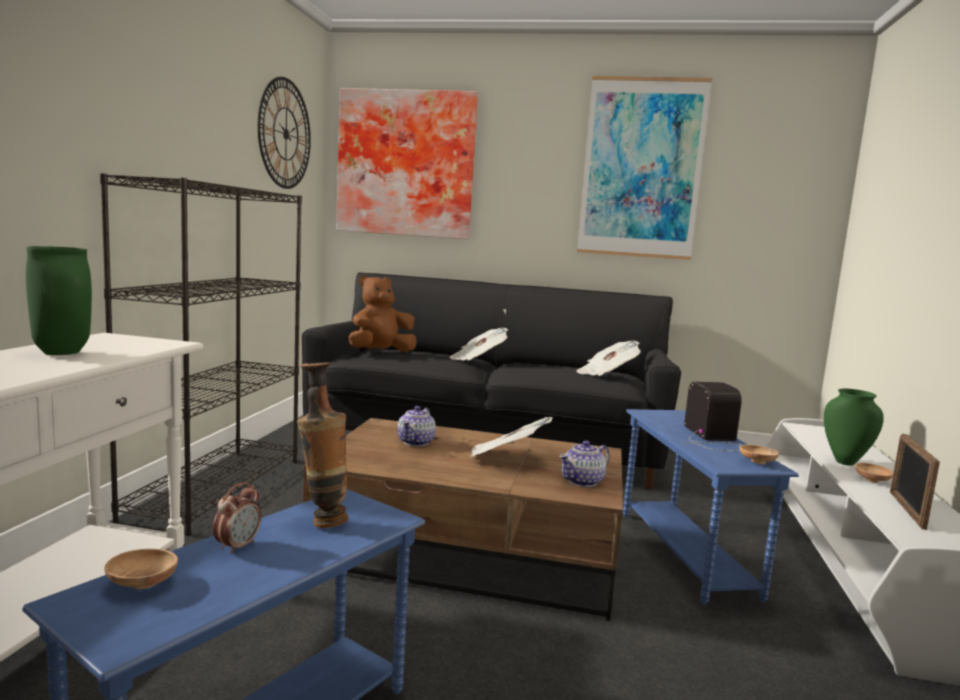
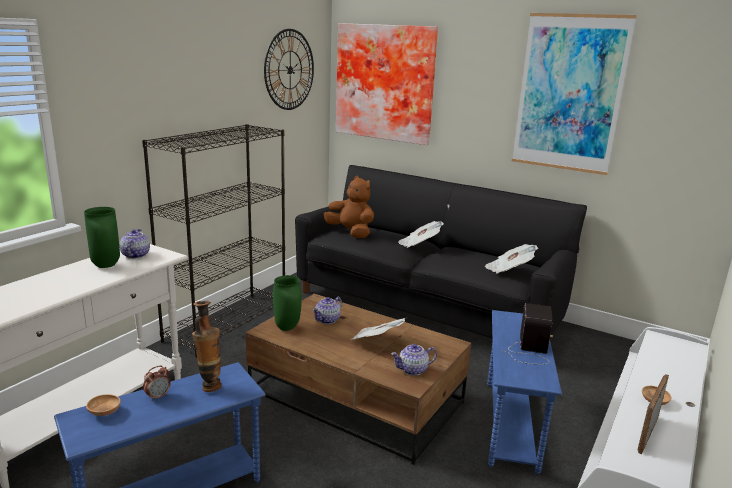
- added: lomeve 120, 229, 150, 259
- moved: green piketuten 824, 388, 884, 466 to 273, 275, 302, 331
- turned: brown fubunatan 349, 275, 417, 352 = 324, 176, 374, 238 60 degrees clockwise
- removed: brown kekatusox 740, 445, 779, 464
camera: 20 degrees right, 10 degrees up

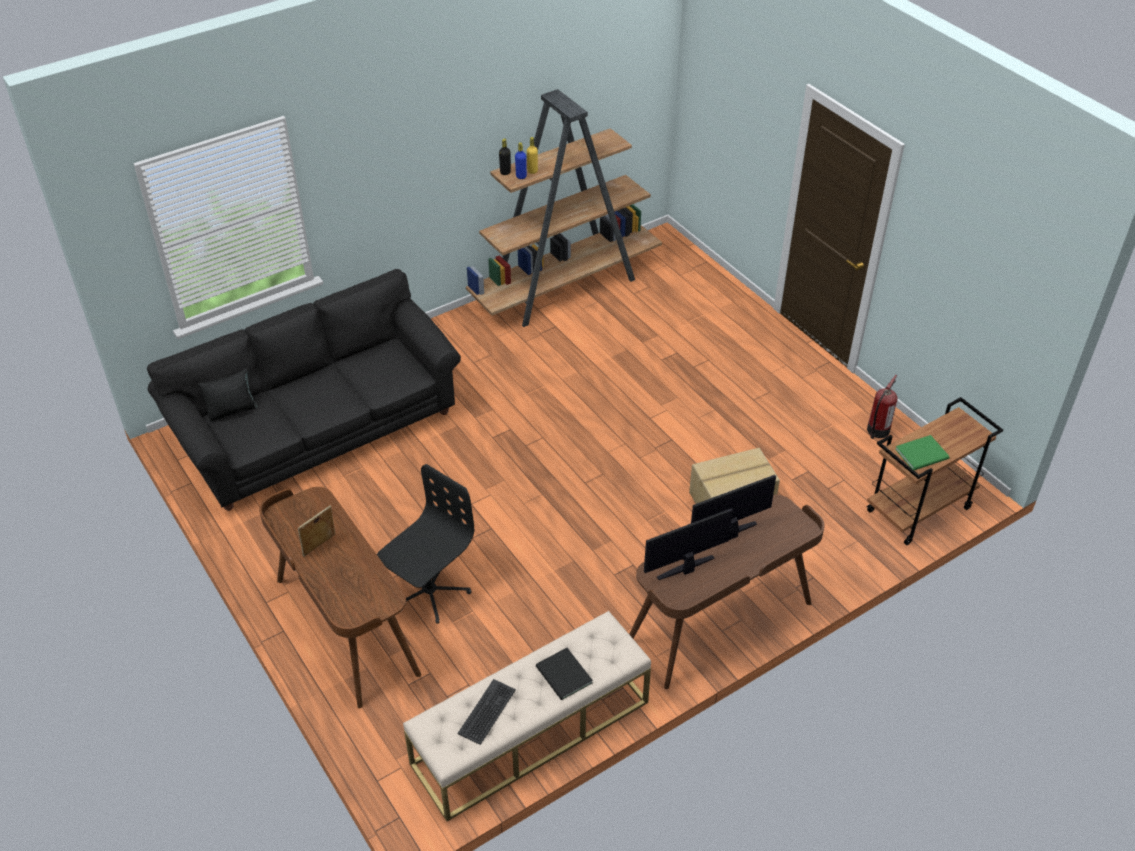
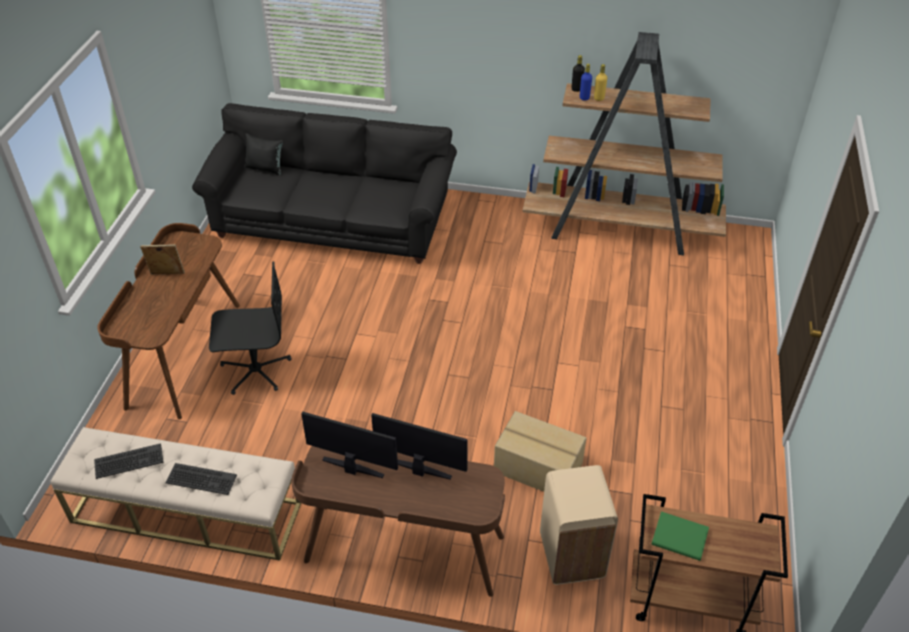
- replaced: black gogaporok 536, 648, 593, 700 to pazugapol 165, 463, 237, 495
- added: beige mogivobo 540, 465, 618, 585
- removed: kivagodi 867, 375, 897, 439
camera: 45 degrees right, 0 degrees up

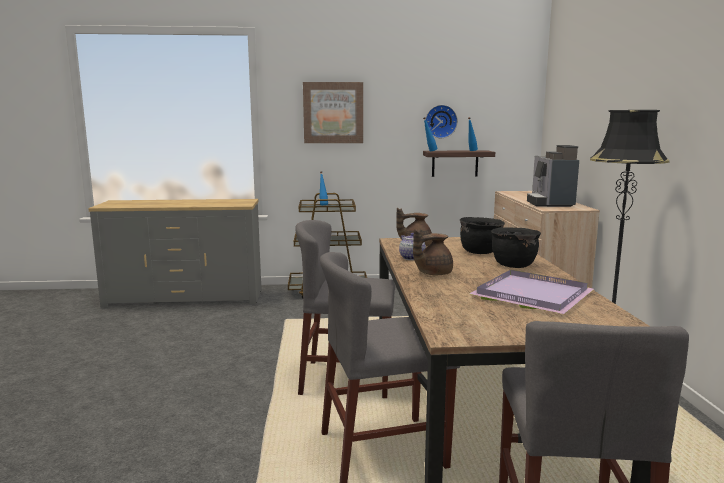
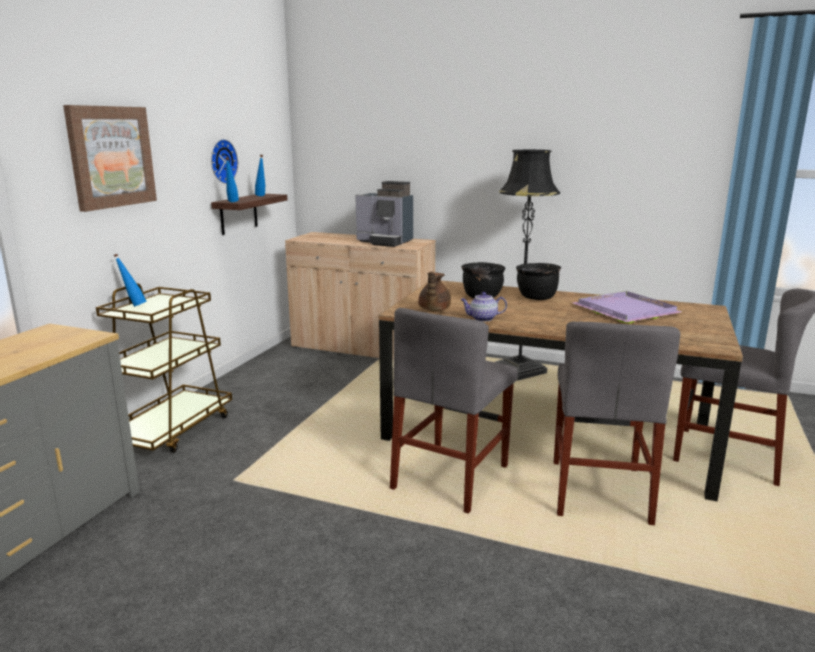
- removed: brown lomeve 413, 229, 453, 275
camera: 65 degrees left, 5 degrees up

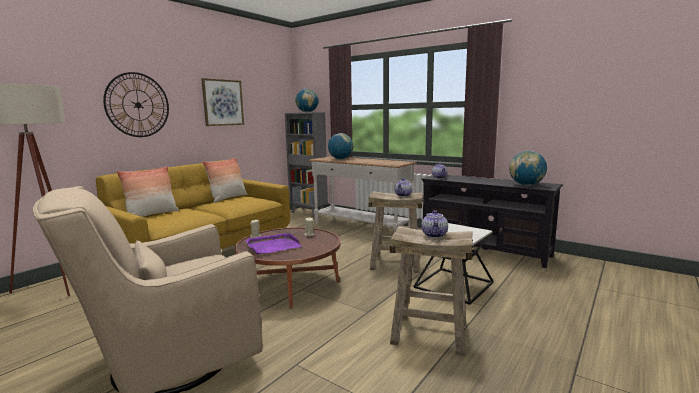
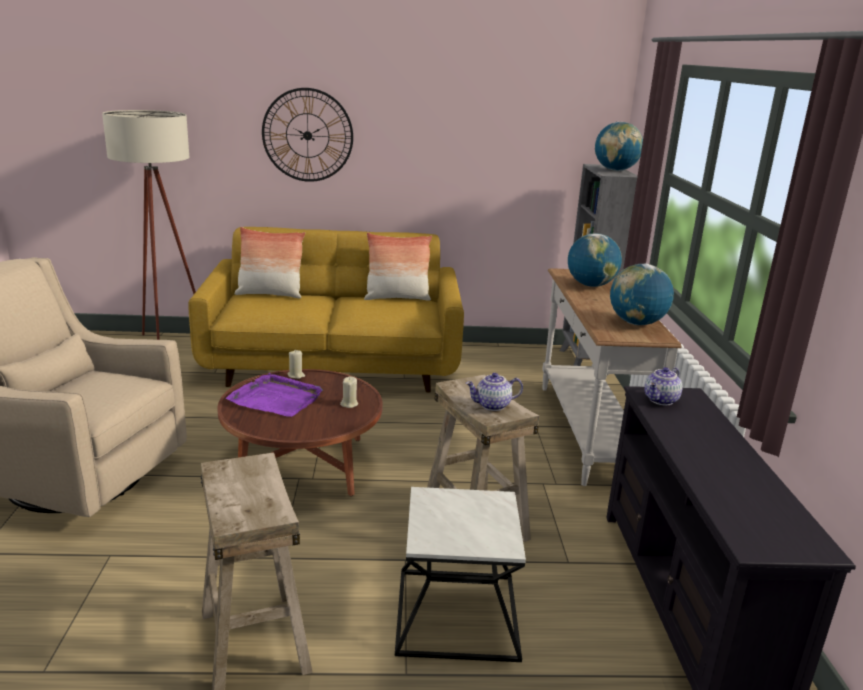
- moved: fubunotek 509, 151, 547, 186 to 610, 263, 674, 325
- removed: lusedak 201, 78, 244, 126
- removed: lomeve 421, 210, 448, 238
camera: 50 degrees right, 10 degrees up

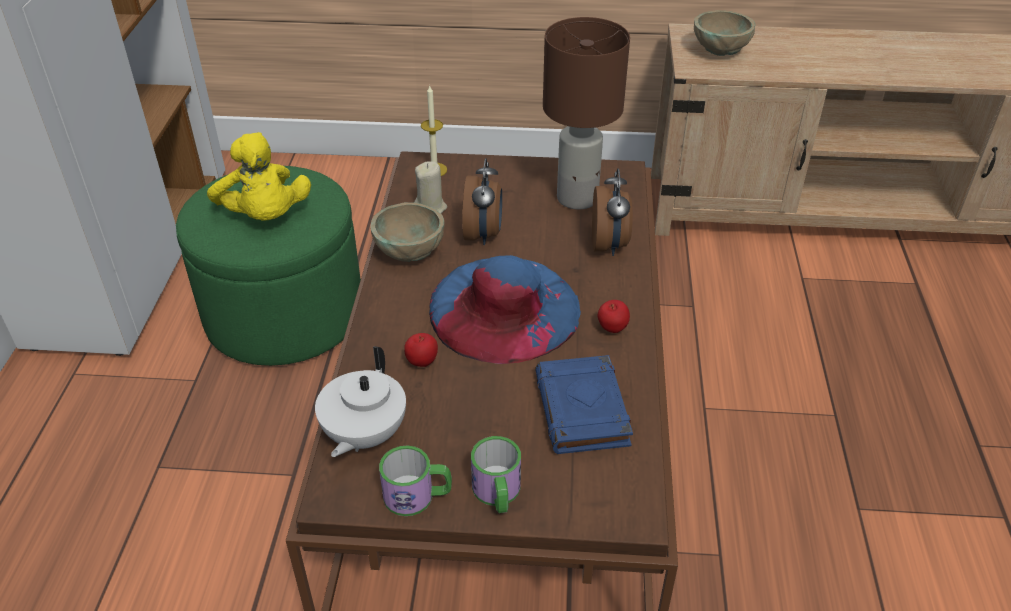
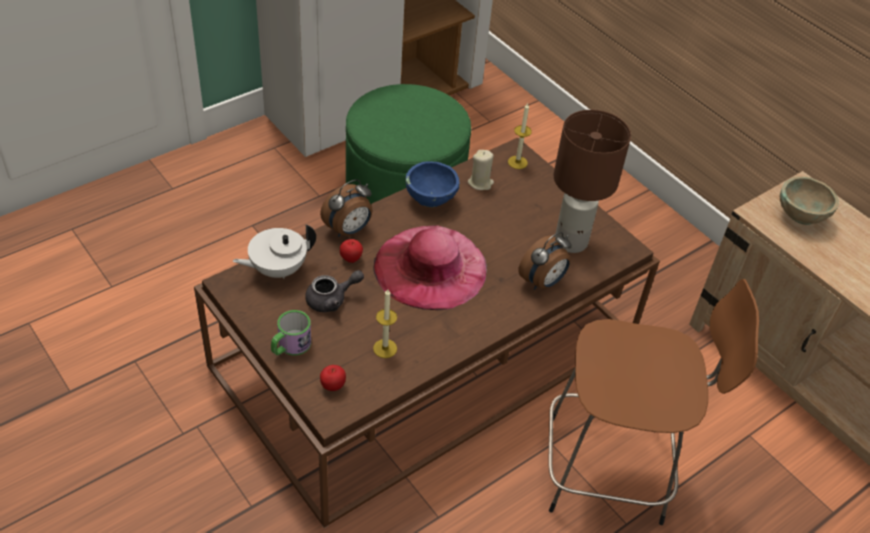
- added: grey lomeve 305, 270, 364, 312
- moved: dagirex 462, 158, 502, 245 to 320, 180, 373, 237
- moved: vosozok 598, 300, 630, 333 to 320, 365, 346, 391
- recoloured: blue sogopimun 429, 255, 581, 364 to pink sogopimun 373, 225, 487, 310
- replaced: blue gogaporok 535, 355, 633, 454 to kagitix 373, 289, 397, 358
- recoloured: beige kekatusox 370, 202, 445, 262 to blue kekatusox 405, 161, 460, 207
- added: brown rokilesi 548, 279, 759, 525
- removed: yellow fubunatan 207, 132, 311, 221
- removed: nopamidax 379, 445, 452, 516
camera: 45 degrees right, 5 degrees up

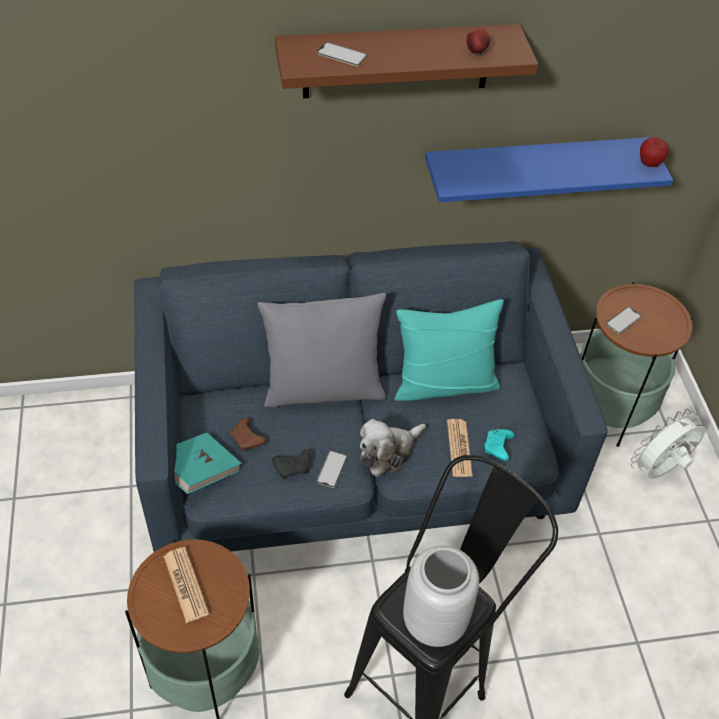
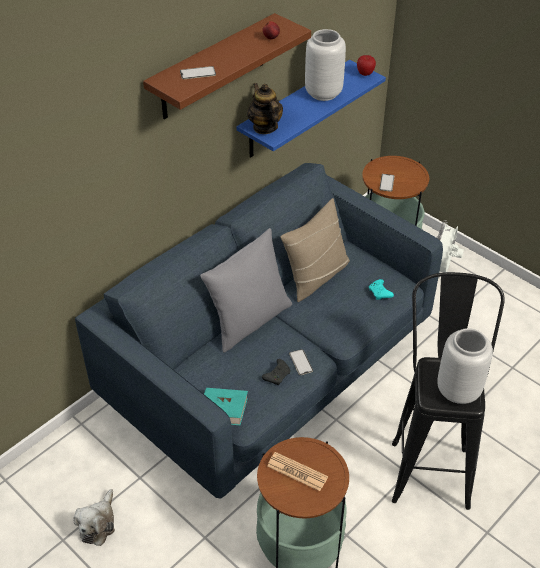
- moved: fubunatan 360, 419, 426, 477 to 74, 489, 115, 546
- added: lomeve 247, 83, 283, 134
- recoloured: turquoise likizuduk 395, 299, 504, 401 to beige likizuduk 280, 198, 350, 302
- added: grey piketuten 305, 29, 346, 101
- removed: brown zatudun 230, 418, 266, 451
- removed: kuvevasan 447, 419, 473, 477
camera: 35 degrees left, 5 degrees down

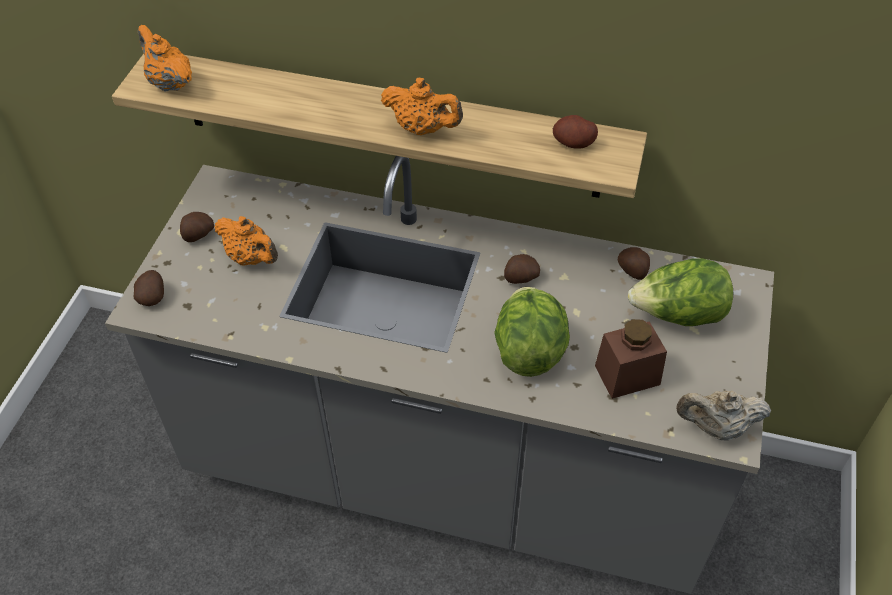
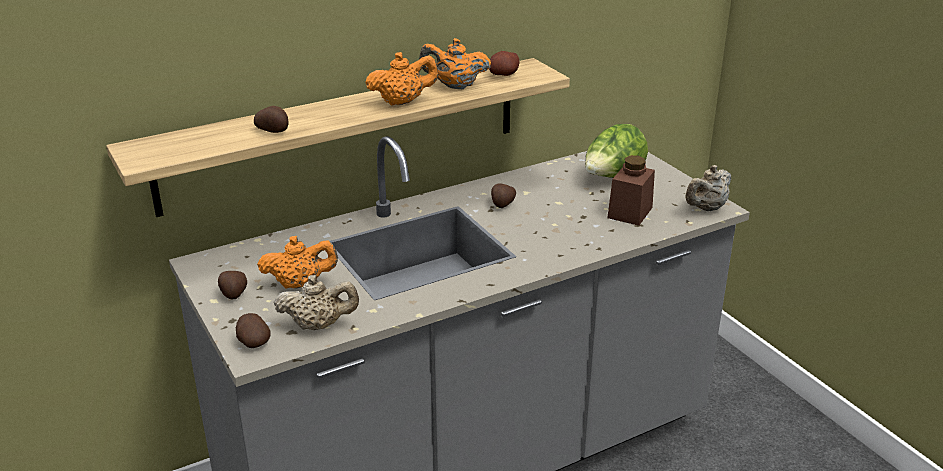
- moved: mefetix 618, 247, 650, 280 to 254, 106, 289, 133
- added: beige lomeve 274, 275, 359, 330
- moved: orange lomeve 138, 25, 192, 92 to 419, 38, 491, 89
- removed: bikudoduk 494, 287, 570, 377
camera: 45 degrees left, 20 degrees down

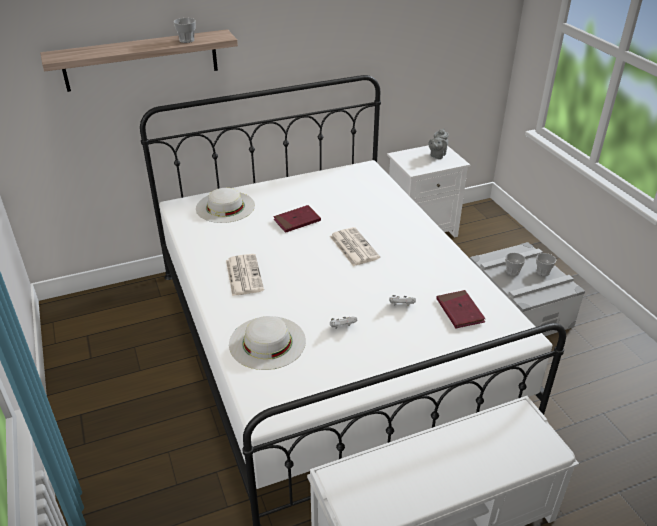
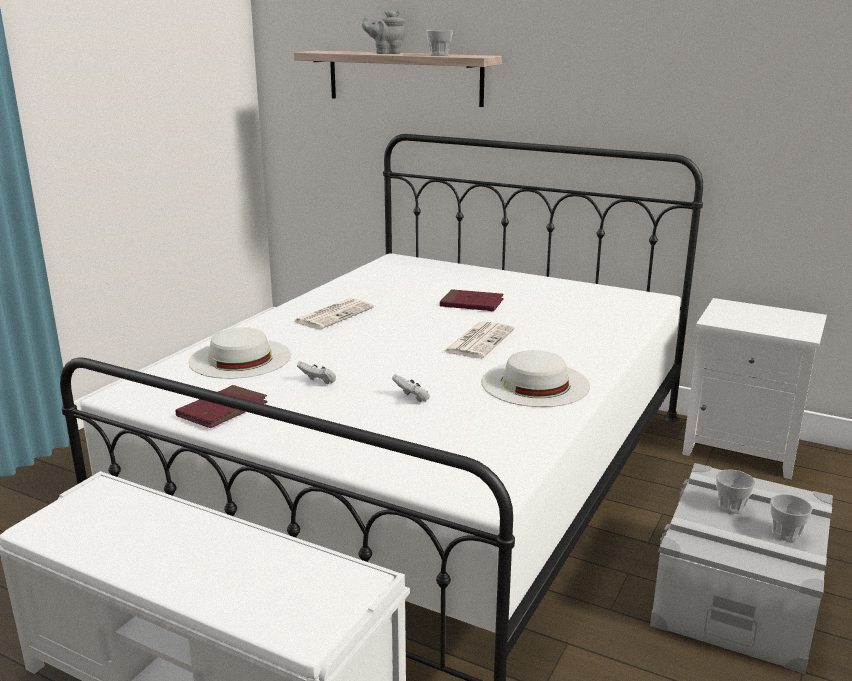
- moved: red gogaporok 436, 290, 486, 328 to 175, 385, 268, 428
- moved: grey lomeve 428, 128, 449, 159 to 362, 10, 405, 54
- moved: white sogopimun 196, 188, 255, 223 to 482, 350, 590, 407
camera: 50 degrees right, 15 degrees down

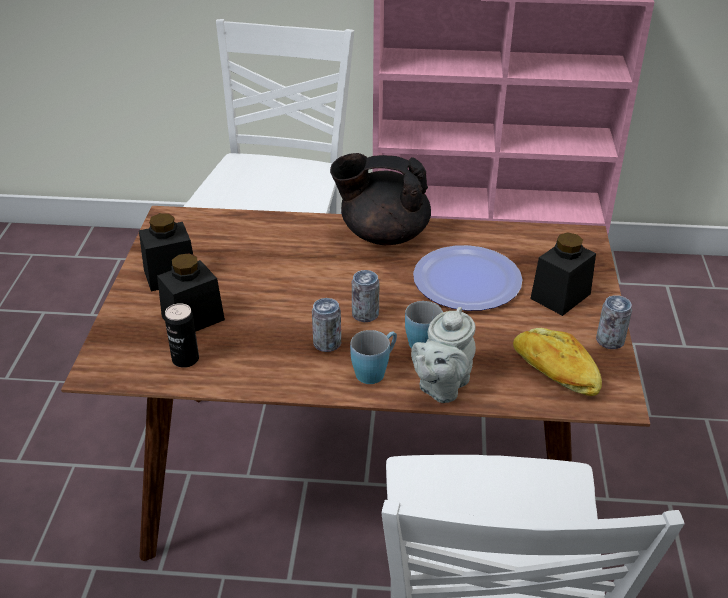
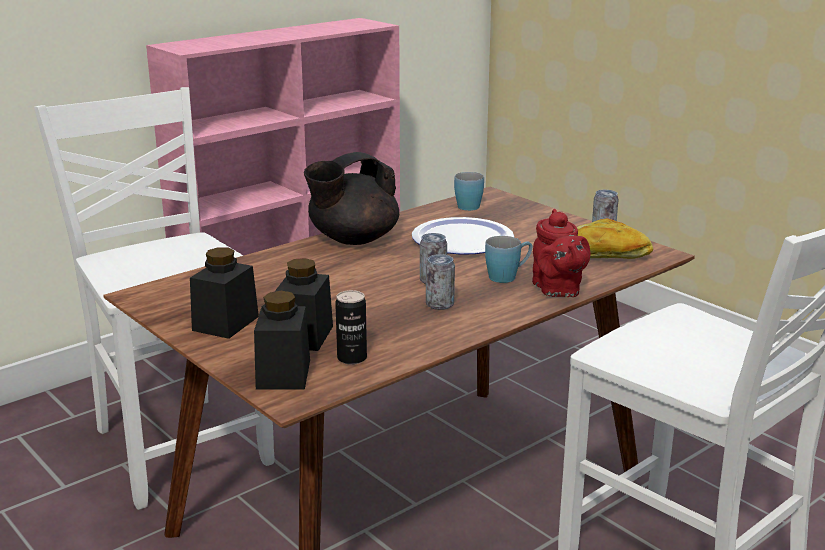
- moved: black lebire 530, 233, 596, 316 to 254, 291, 310, 390
- moved: blue nopamidax 350, 330, 397, 384 to 454, 172, 484, 211
- recoloured: grey lomeve 411, 307, 476, 403 to red lomeve 532, 209, 591, 297
camera: 45 degrees left, 15 degrees down

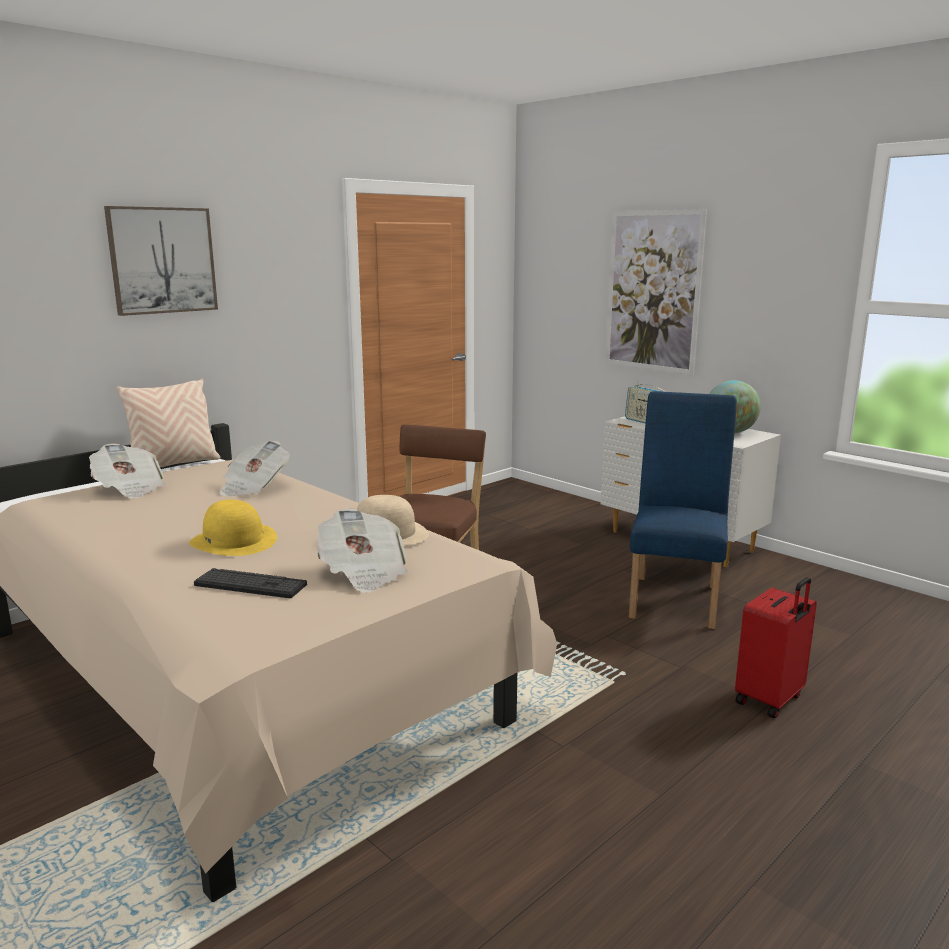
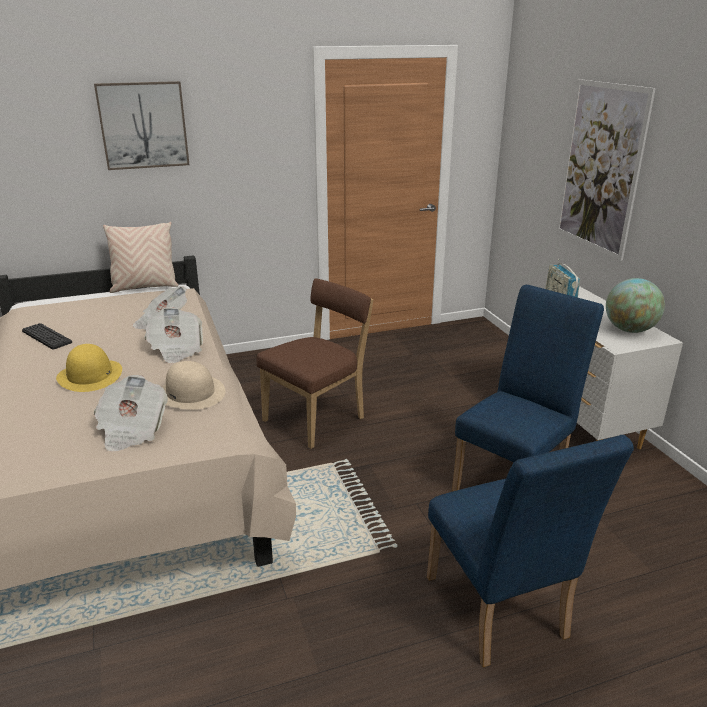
- moved: pazugapol 194, 568, 307, 598 to 22, 323, 72, 350
- moved: kuvevasan 89, 444, 165, 499 to 145, 307, 203, 363
- replaced: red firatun 735, 577, 817, 719 to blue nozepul 427, 435, 634, 667
camera: 25 degrees right, 10 degrees up

